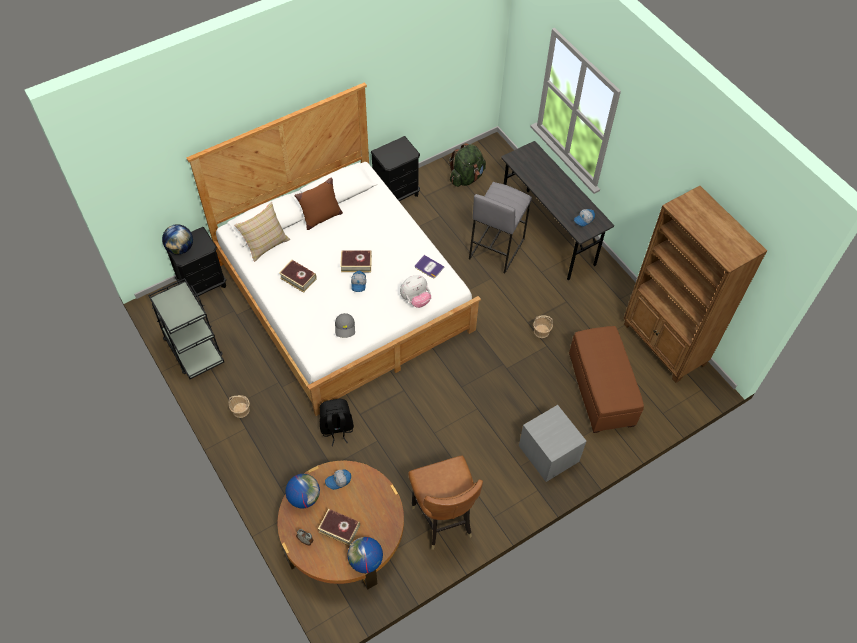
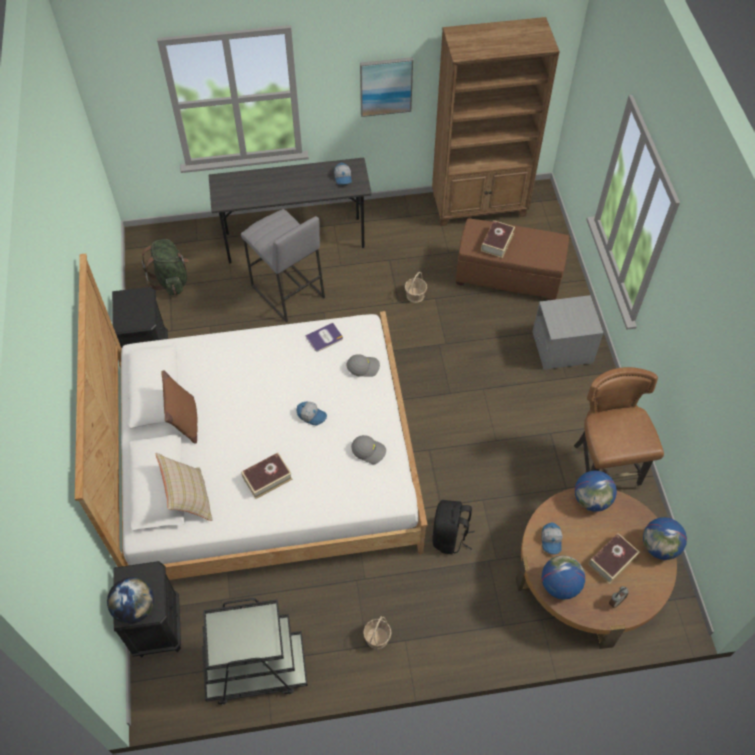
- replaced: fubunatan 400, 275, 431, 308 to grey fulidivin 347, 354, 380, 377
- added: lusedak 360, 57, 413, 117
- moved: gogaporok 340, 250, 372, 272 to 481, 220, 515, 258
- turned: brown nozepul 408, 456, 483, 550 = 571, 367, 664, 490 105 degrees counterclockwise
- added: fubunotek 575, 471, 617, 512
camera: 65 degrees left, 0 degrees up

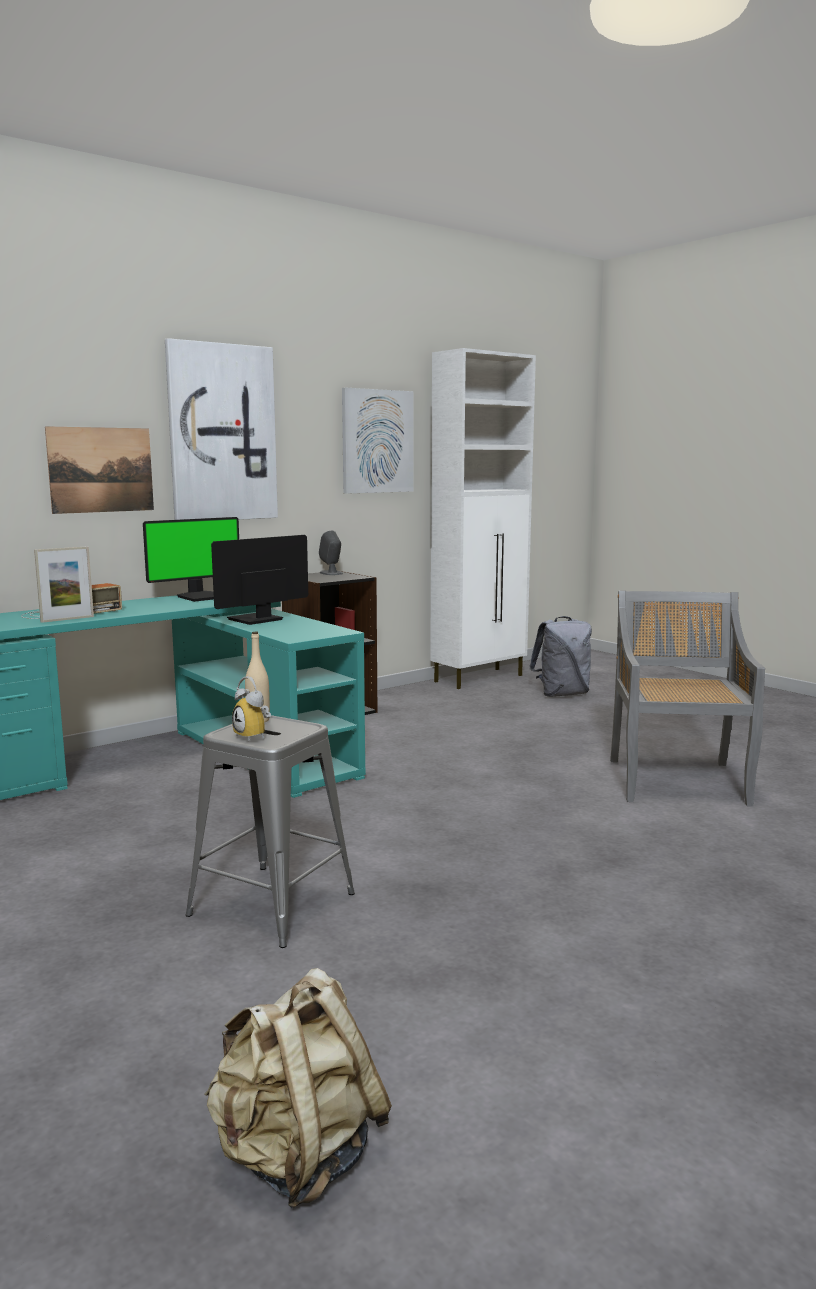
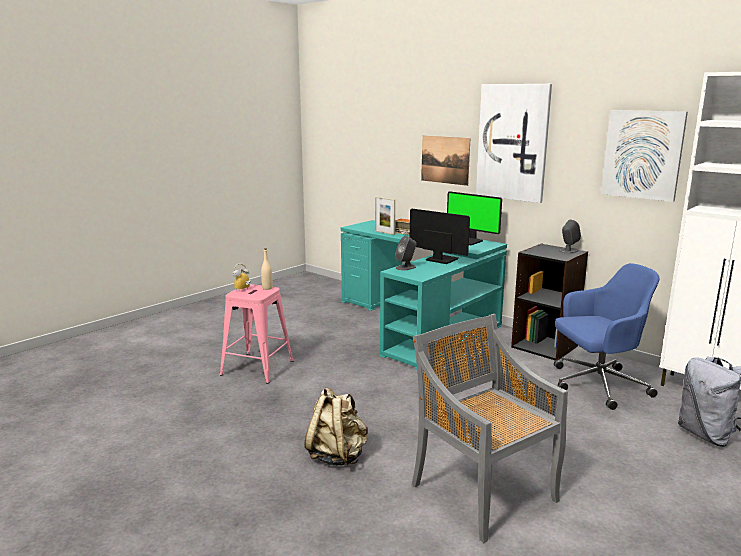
- recoloured: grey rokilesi 186, 715, 355, 948 to pink rokilesi 220, 284, 293, 384
- moved: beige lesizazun 205, 968, 392, 1208 to 304, 387, 368, 466
- added: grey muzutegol 395, 236, 416, 270
- turned: grey nozepul 610, 591, 765, 807 = 412, 314, 568, 543 120 degrees counterclockwise
- added: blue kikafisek 554, 263, 659, 410
camera: 80 degrees right, 5 degrees up

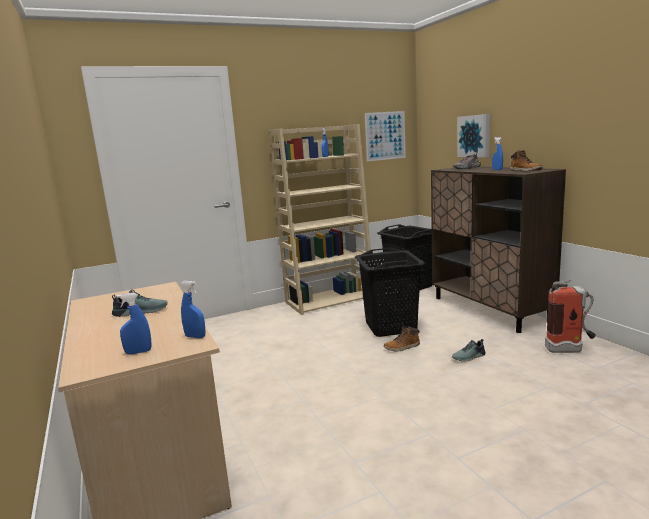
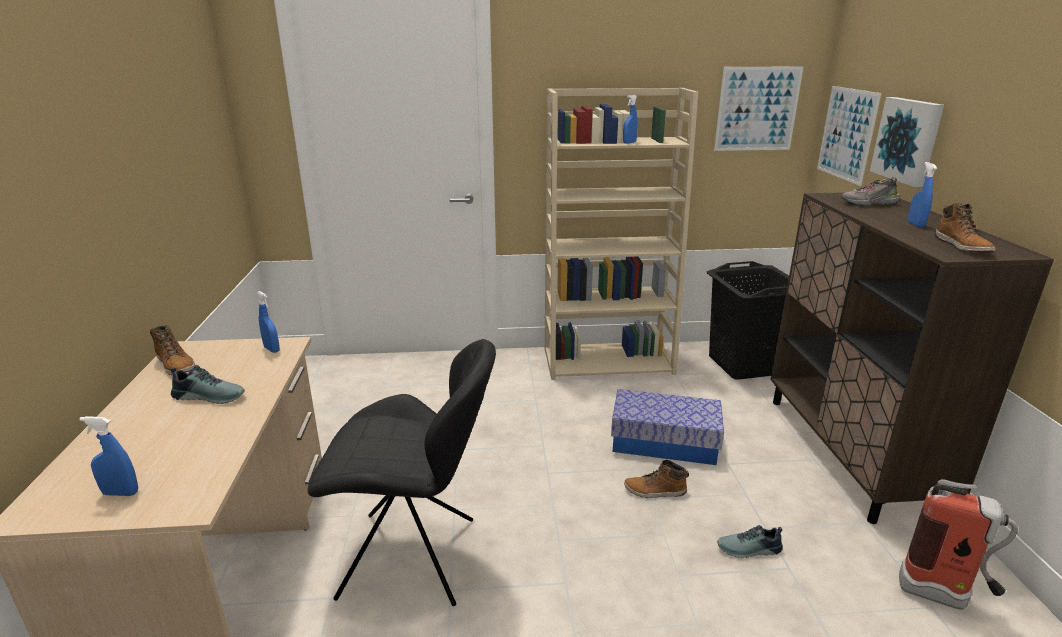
- added: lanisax 150, 325, 195, 375
- moved: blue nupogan 181, 281, 206, 338 to 256, 291, 280, 353
- added: black nozepul 308, 339, 496, 606
- replaced: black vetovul 355, 248, 426, 337 to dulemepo 611, 389, 724, 465
- added: lusedak 817, 86, 881, 186
camera: 20 degrees right, 10 degrees up

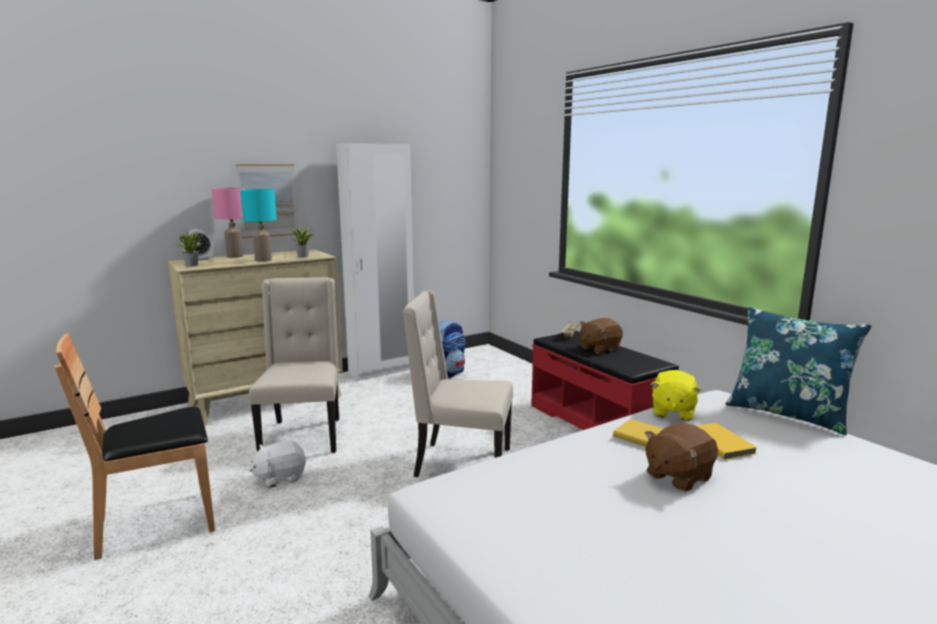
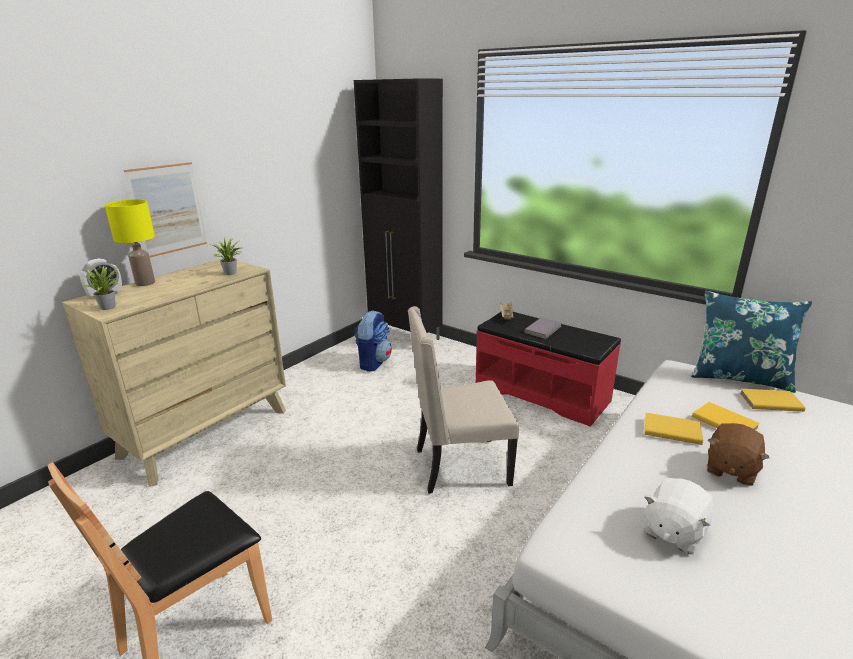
- recoloured: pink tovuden 212, 188, 245, 258 to yellow tovuden 105, 199, 155, 286
- added: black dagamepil 354, 78, 443, 340
- replaced: brown fubunatan 580, 318, 623, 354 to grey gogaporok 524, 317, 562, 339
- moved: white fubunatan 249, 440, 306, 488 to 644, 478, 714, 554
- added: yellow gogaporok 740, 389, 805, 412
- removed: turquoise tovuden 240, 189, 277, 262
- removed: beige nozepul 249, 277, 339, 453
- removed: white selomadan 336, 143, 414, 381
- removed: yellow fubunatan 651, 370, 702, 421
camera: 20 degrees left, 10 degrees up

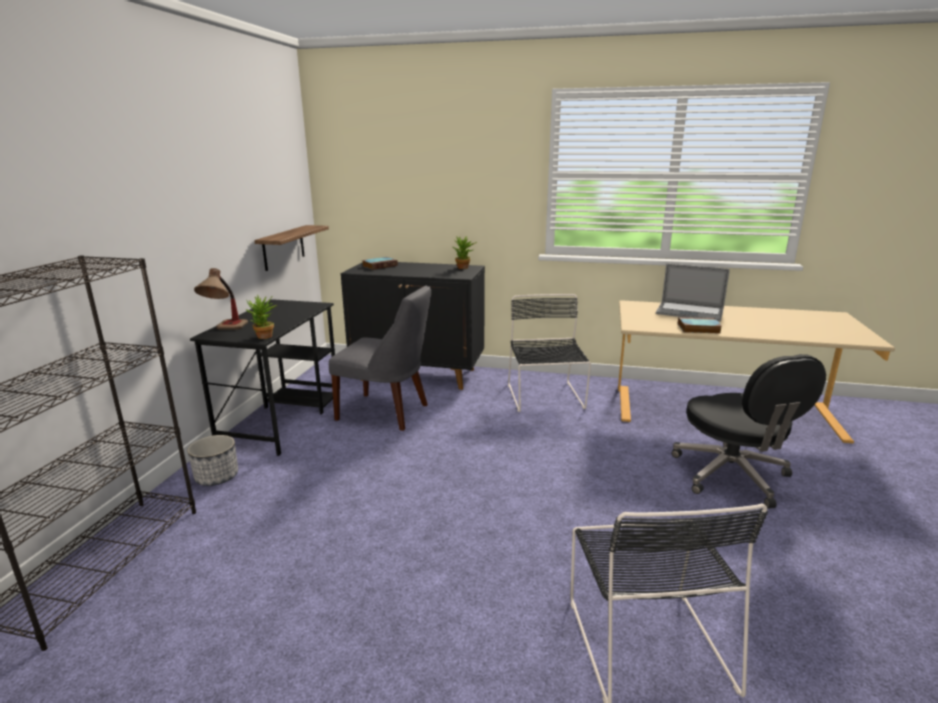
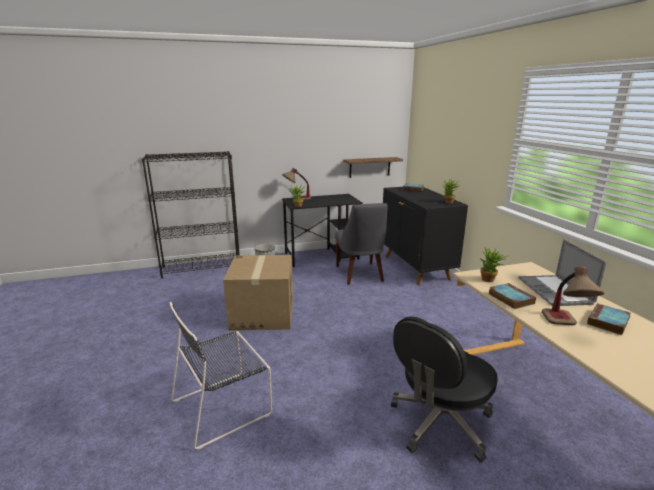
- added: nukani 223, 255, 293, 331
- added: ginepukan 480, 246, 508, 282
- added: tovuden 542, 266, 604, 325
- added: gogaporok 587, 303, 631, 335
- removed: black nozepul 508, 294, 591, 412
camera: 60 degrees right, 0 degrees up

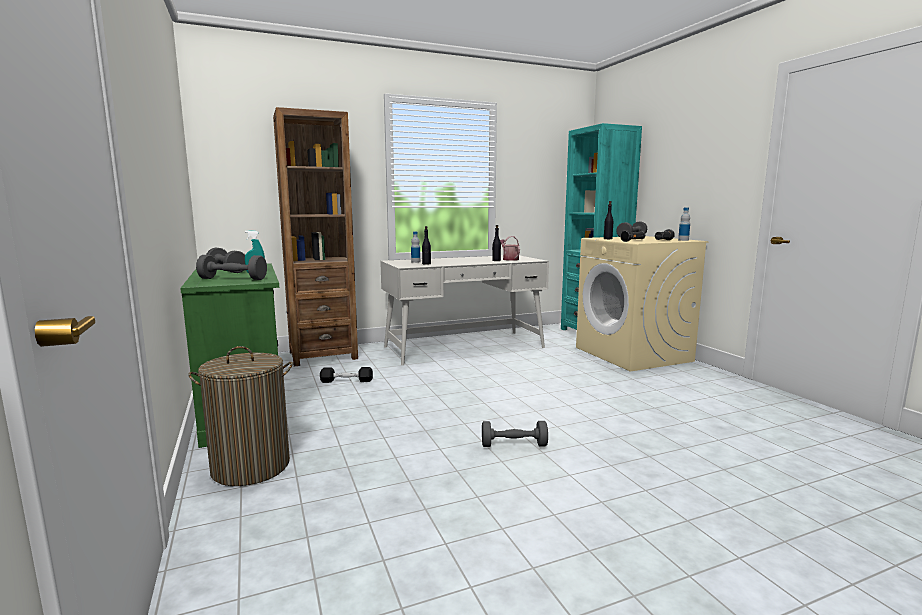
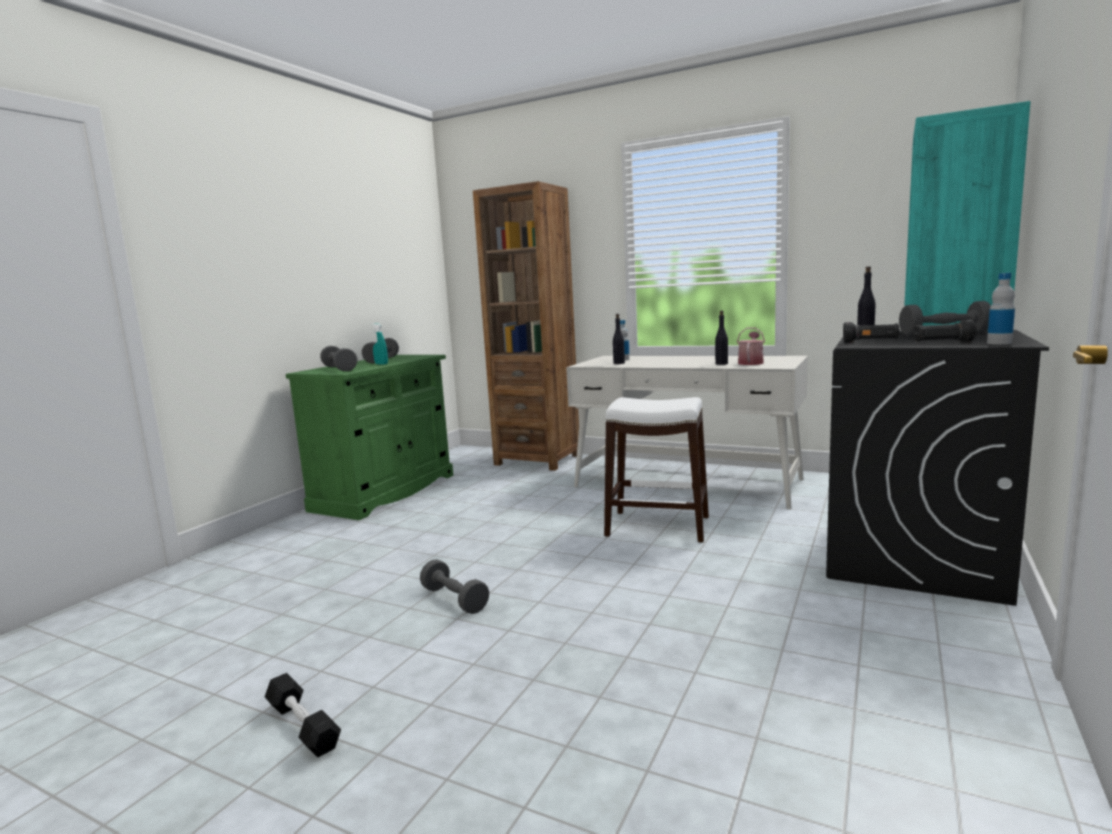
- moved: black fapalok 320, 367, 373, 383 to 265, 673, 341, 757
- added: white rokilesi 604, 397, 709, 542
- recoloured: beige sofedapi 576, 236, 709, 372 to black sofedapi 826, 330, 1049, 606
- removed: vetovul 188, 346, 293, 486
camera: 50 degrees right, 0 degrees up

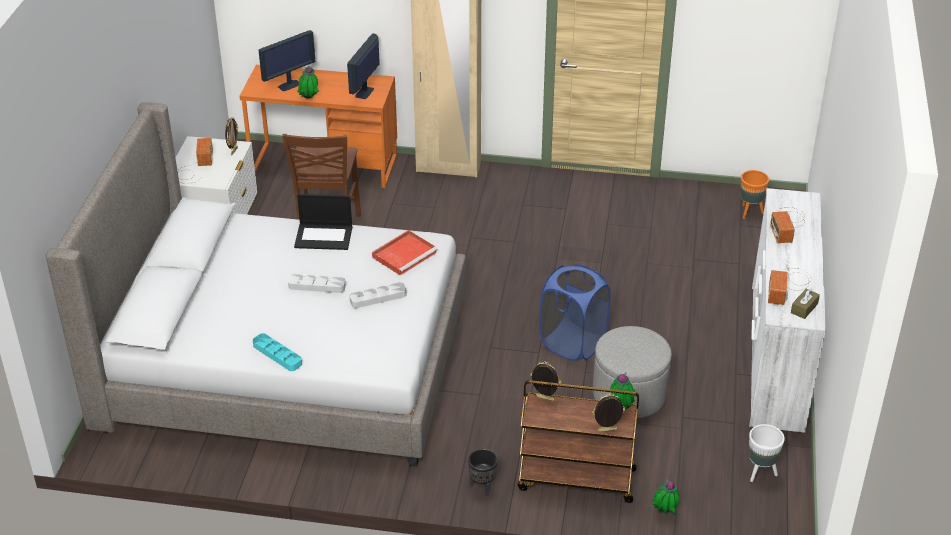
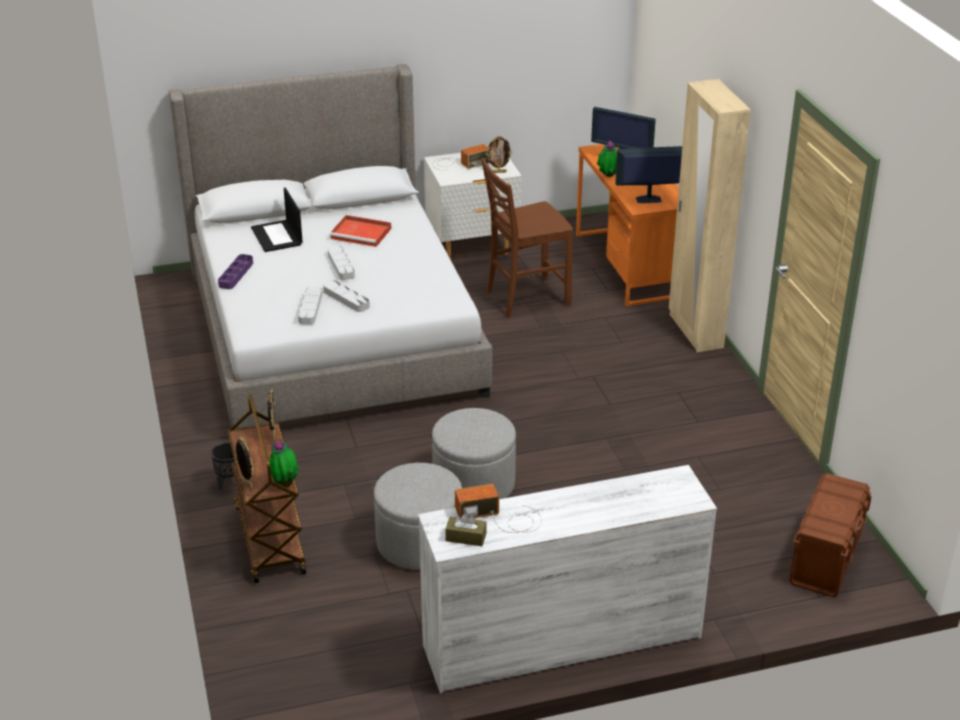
- recoloured: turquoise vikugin 253, 333, 302, 371 to purple vikugin 218, 254, 253, 289
- moved: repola 294, 194, 352, 250 to 251, 188, 303, 252
- added: grey vikugin 298, 287, 322, 325
- moved: red vikugin 372, 230, 438, 276 to 330, 215, 391, 247
- replaced: blue vetovul 539, 264, 610, 361 to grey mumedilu 432, 408, 516, 499
- replaced: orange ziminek 741, 170, 769, 219 to brown dulemepo 789, 473, 871, 597
- removed: ginepukan 652, 479, 679, 515
- removed: white ziminek 749, 424, 785, 482
- removed: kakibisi 770, 207, 805, 243
camera: 65 degrees right, 5 degrees down

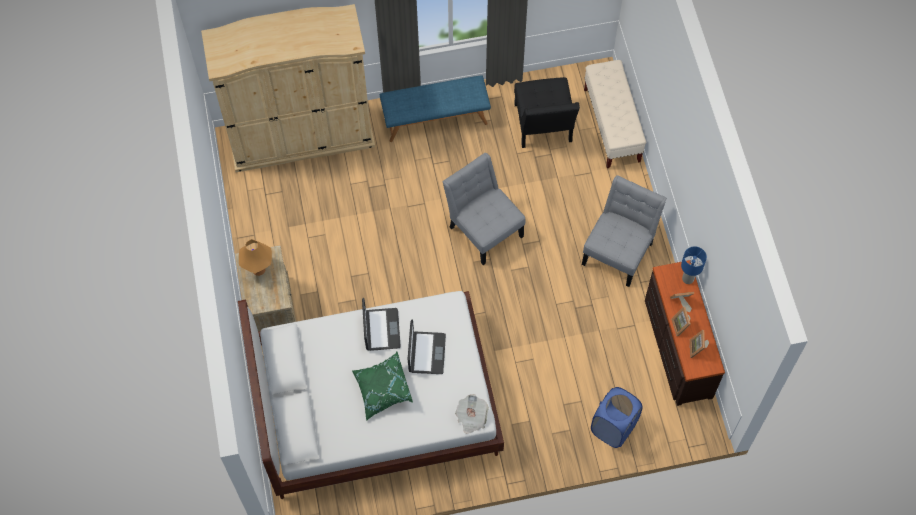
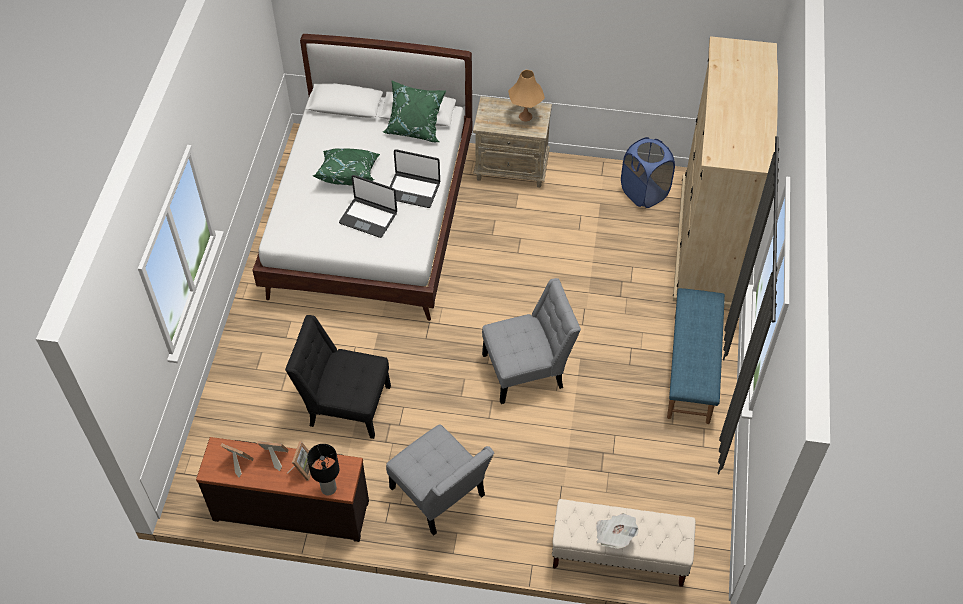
- moved: black nozepul 514, 77, 580, 148 to 285, 315, 391, 439
- recoloured: blue tovuden 681, 246, 707, 284 to black tovuden 307, 444, 339, 496
- added: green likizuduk 383, 80, 446, 142
- moved: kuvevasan 455, 394, 489, 434 to 596, 513, 639, 549
- moved: blue vetovul 591, 387, 643, 448 to 621, 137, 675, 208
camera: 110 degrees right, 10 degrees down

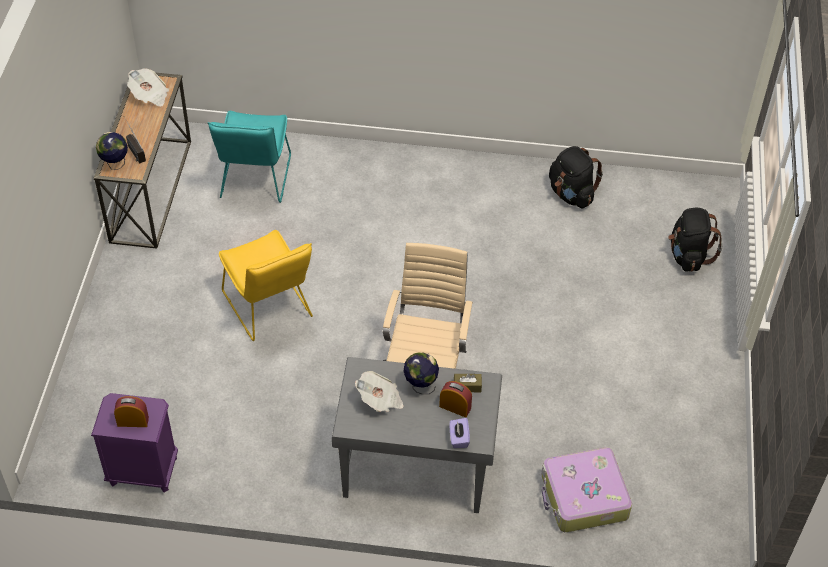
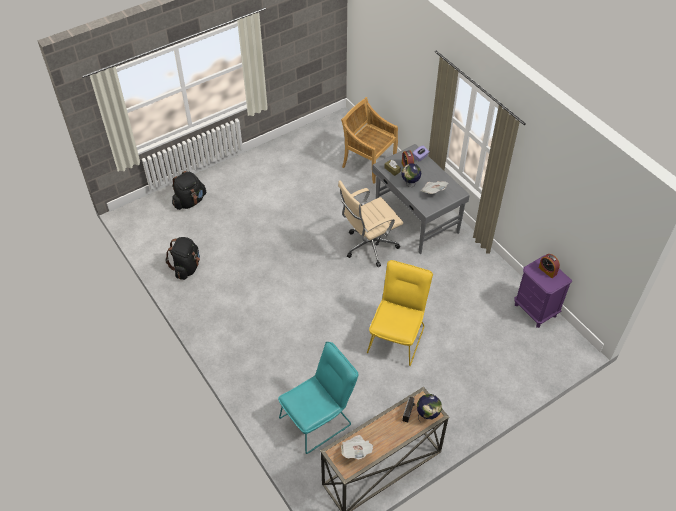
- replaced: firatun 542, 447, 632, 532 to beige nozepul 341, 97, 398, 184
camera: 130 degrees left, 0 degrees up

